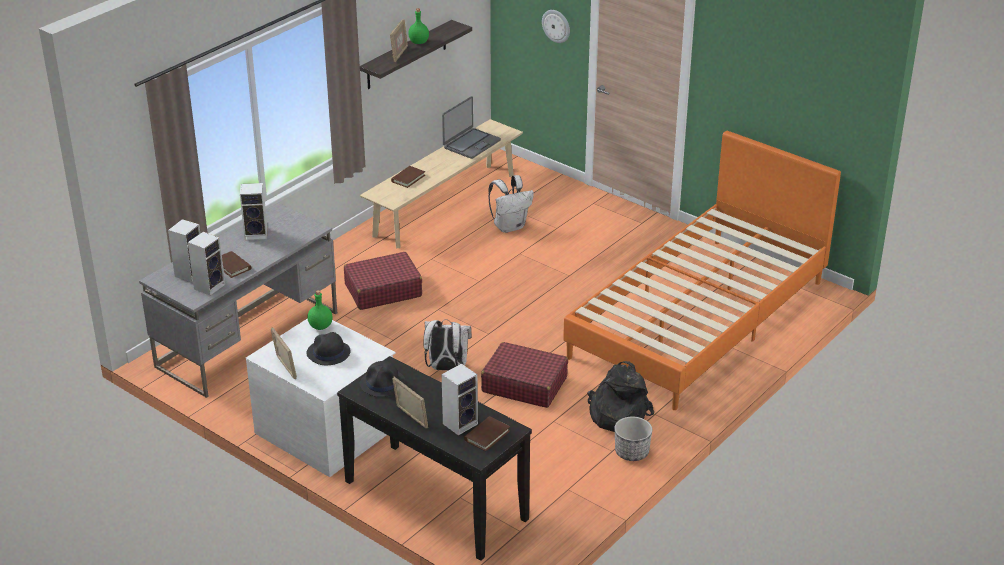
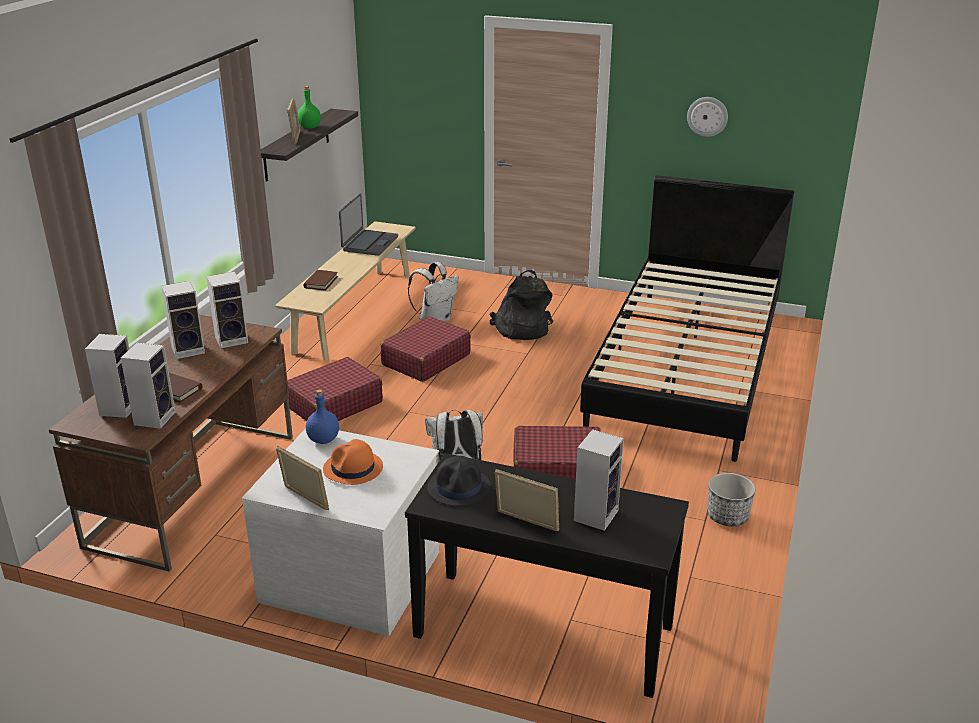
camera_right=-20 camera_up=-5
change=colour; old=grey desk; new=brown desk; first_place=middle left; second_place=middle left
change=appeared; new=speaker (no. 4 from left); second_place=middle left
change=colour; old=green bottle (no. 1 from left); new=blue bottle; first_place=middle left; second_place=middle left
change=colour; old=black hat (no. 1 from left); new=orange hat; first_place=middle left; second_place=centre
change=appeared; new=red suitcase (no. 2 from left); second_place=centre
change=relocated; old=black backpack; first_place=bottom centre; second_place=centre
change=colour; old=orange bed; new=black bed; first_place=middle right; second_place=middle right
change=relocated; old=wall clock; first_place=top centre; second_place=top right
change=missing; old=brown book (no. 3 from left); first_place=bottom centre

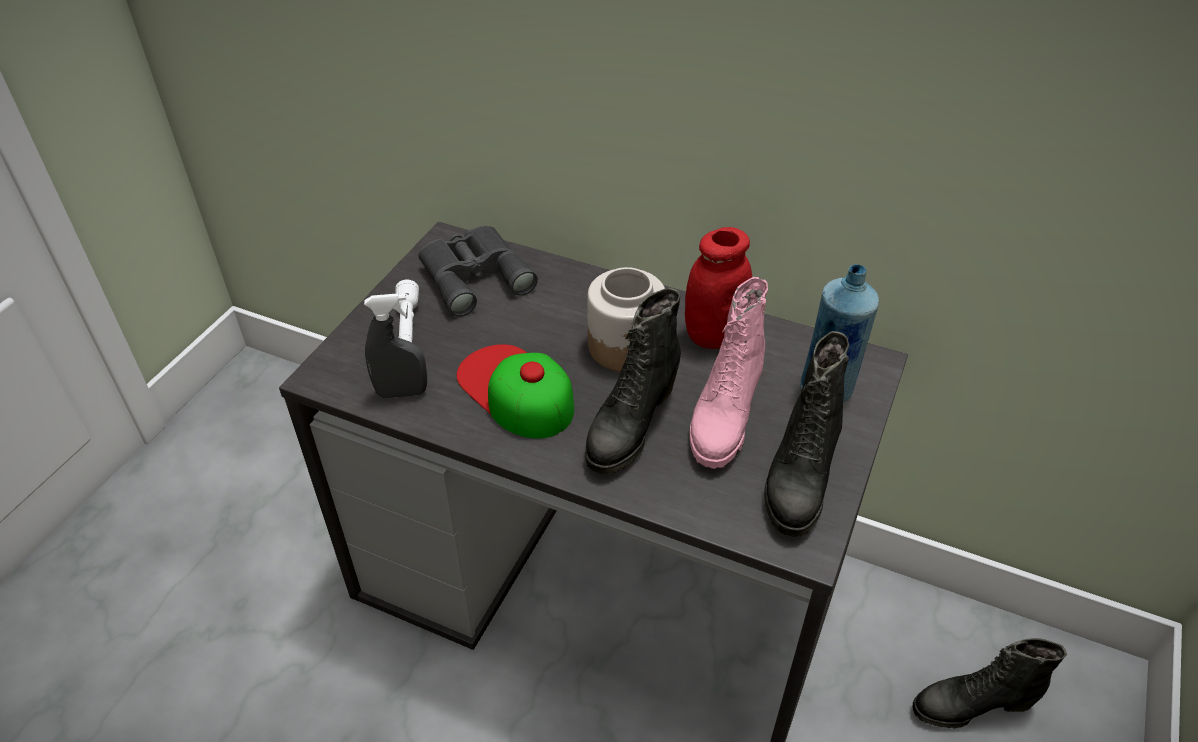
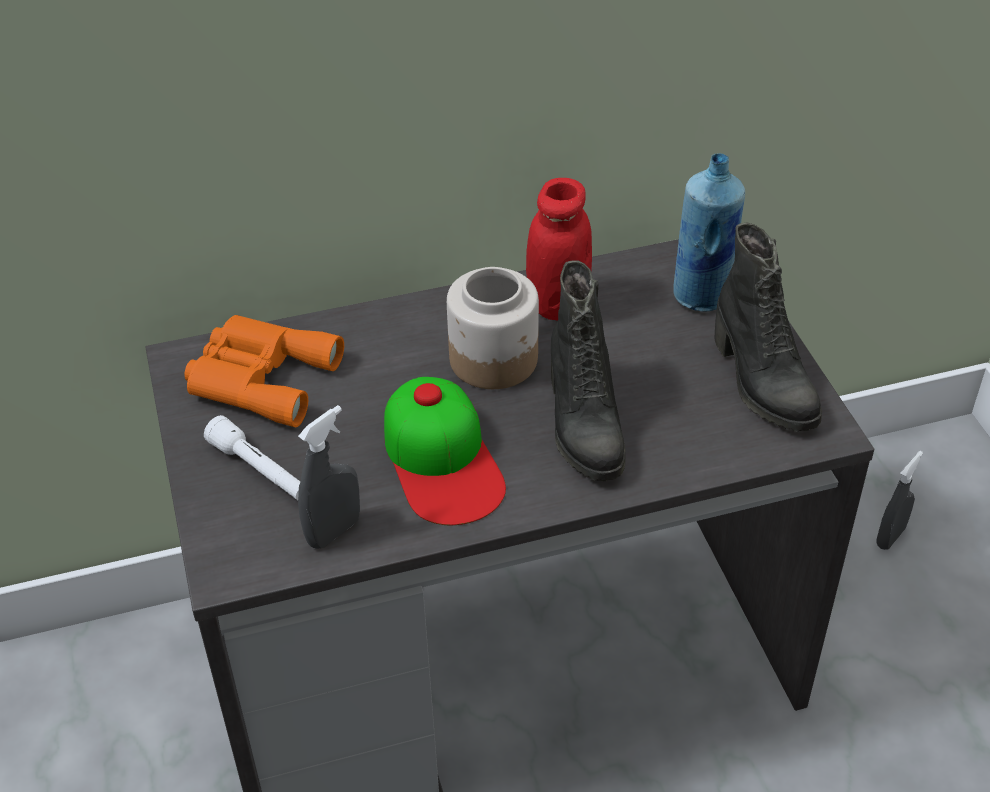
camera_right=-40 camera_up=0
change=colour; old=grey binoculars; new=orange binoculars; first_place=centre; second_place=middle left
change=spun; old=cap; first_place=centre; second_place=centre; degrees=-120
change=exchanged; old=black boot (no. 3 from left); new=grey spray bottle (no. 2 from left); first_place=bottom right; second_place=middle right
change=missing; old=pink boot; first_place=centre

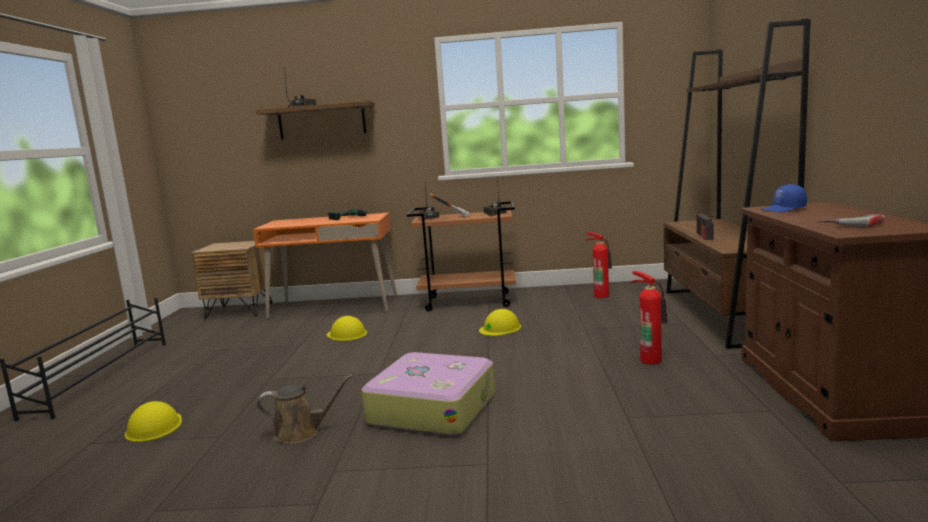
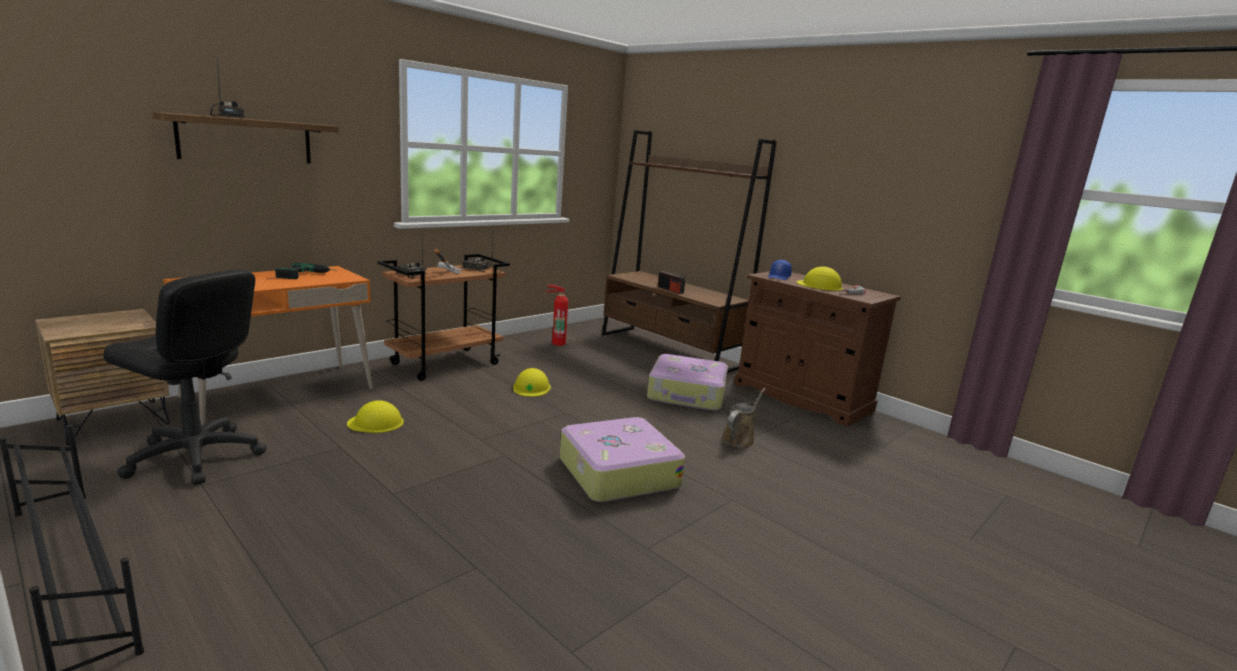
camera_right=-50 camera_up=5
change=appeared; new=black office chair; second_place=middle left
change=exchanged; old=fire extinguisher (no. 2 from left); new=suitcase (no. 2 from left); first_place=middle right; second_place=centre
change=relocated; old=brown watering can; first_place=bottom left; second_place=centre
change=relocated; old=yellow hard hat (no. 1 from left in the first image); new=yellow hard hat (no. 3 from left); first_place=bottom left; second_place=centre

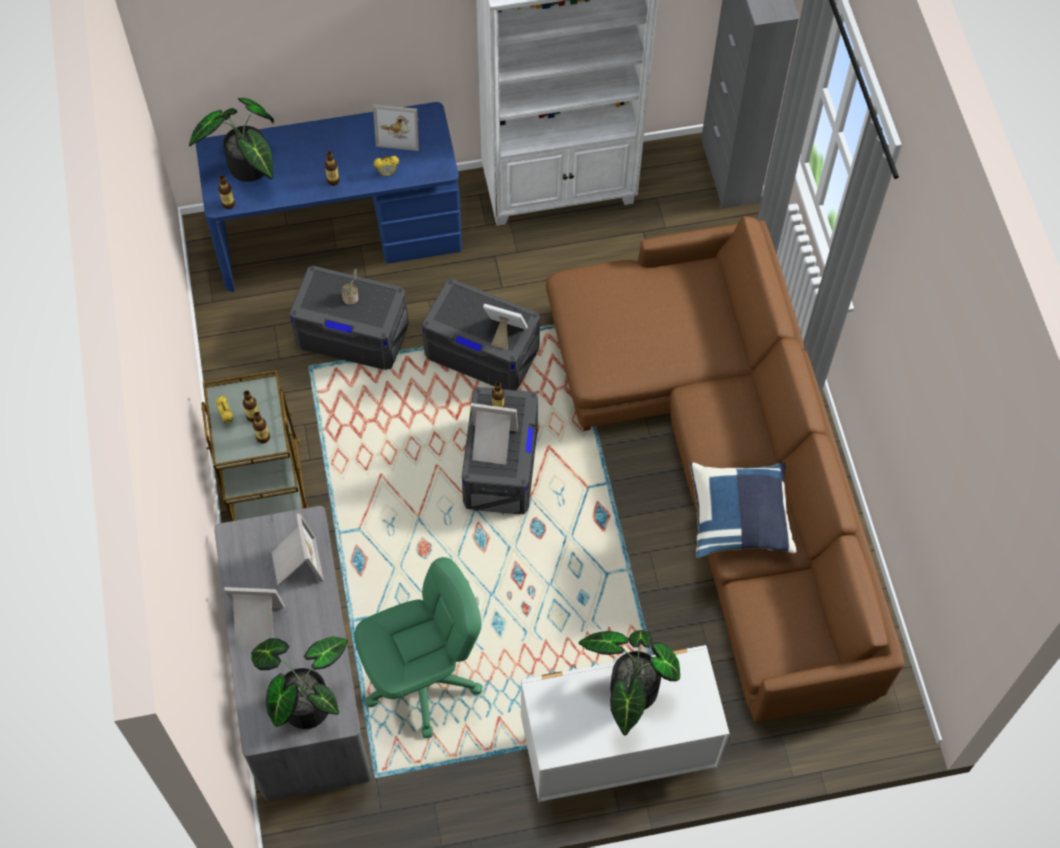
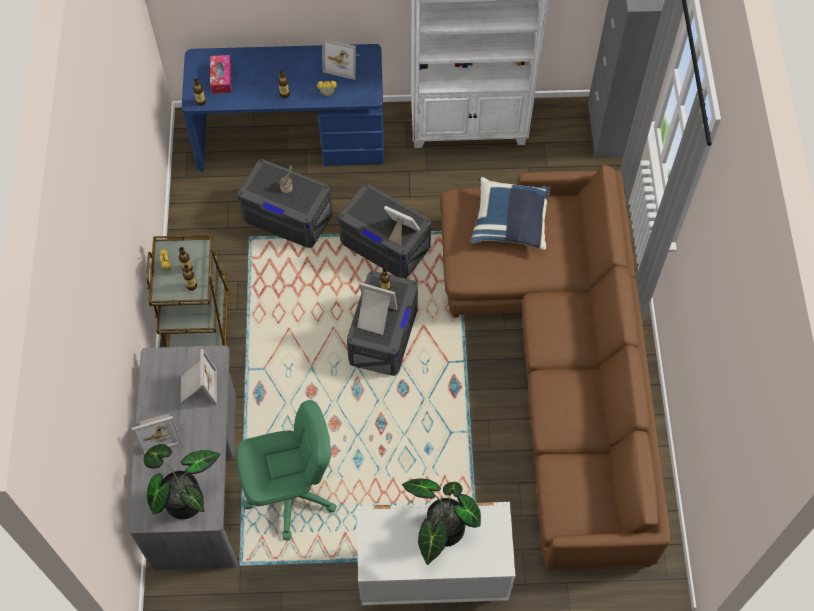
camera_right=10 camera_up=0
change=spun; old=picture frame (no. 1 from left); first_place=bottom left; second_place=bottom left; degrees=150
change=exchanged; old=potted plant (no. 1 from left); new=tissue box; first_place=top left; second_place=top left
change=relocated; old=blue pillow; first_place=middle right; second_place=centre

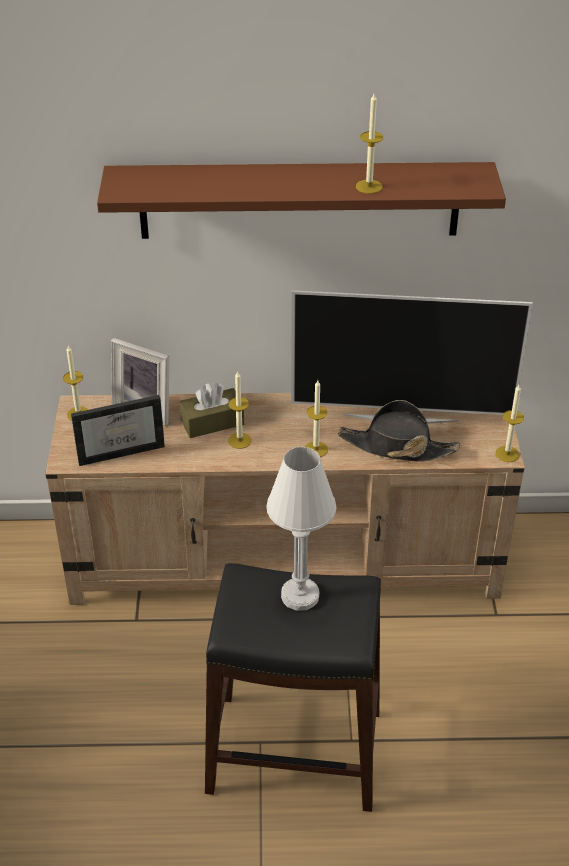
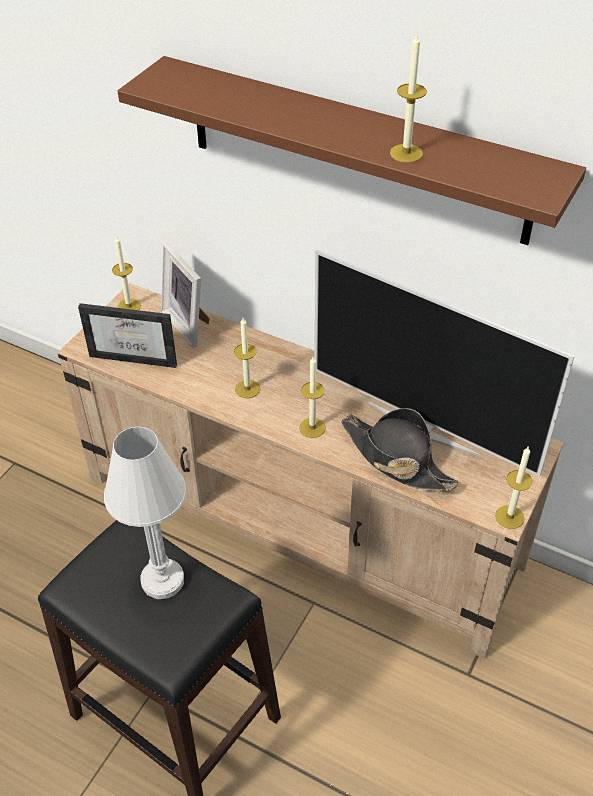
camera_right=30 camera_up=5
change=missing; old=brown tissue box; first_place=centre

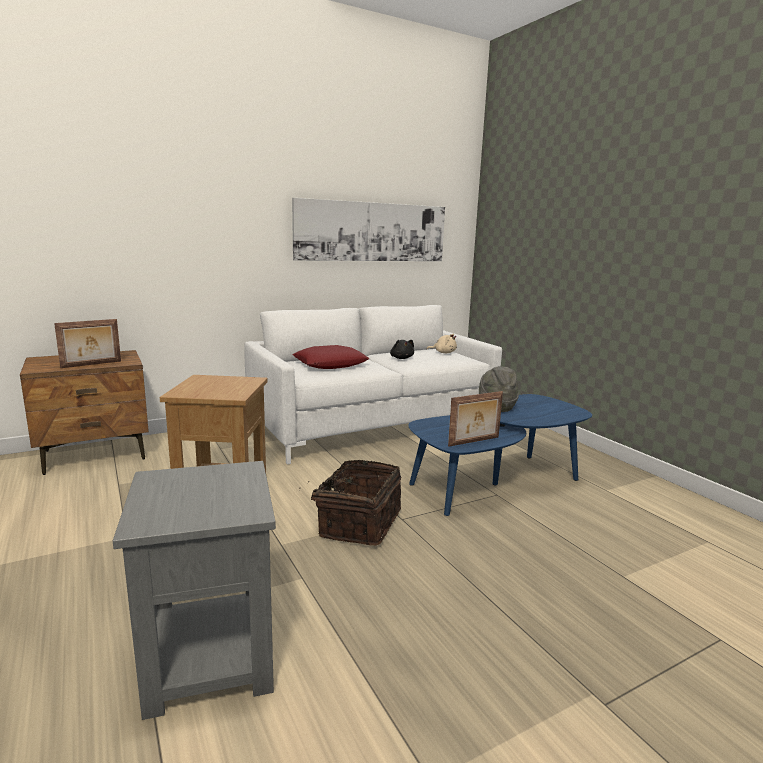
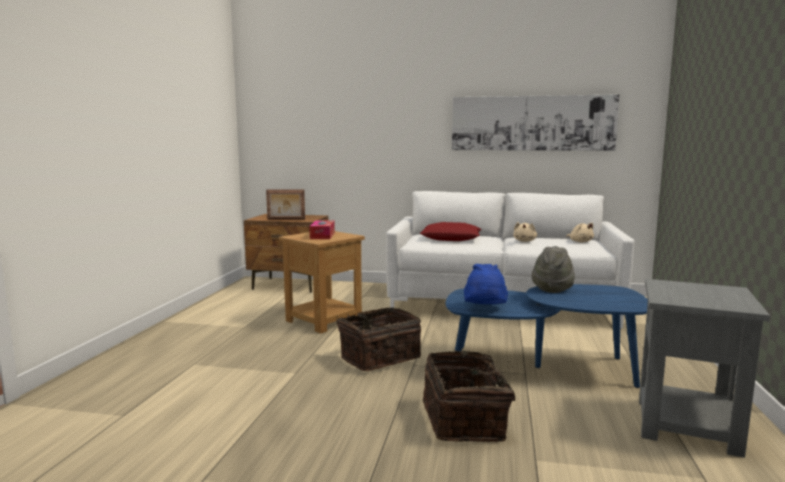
camera_right=40 camera_up=-5
change=appeared; new=tissue box; second_place=centre
change=appeared; new=basket (no. 2 from left); second_place=bottom centre
change=exchanged; old=picture frame (no. 2 from left); new=blue hat; first_place=centre; second_place=centre
change=colour; old=black plush toy; new=beige plush toy (no. 1 from left); first_place=centre; second_place=middle right
change=relocated; old=grey side table; first_place=bottom left; second_place=bottom right

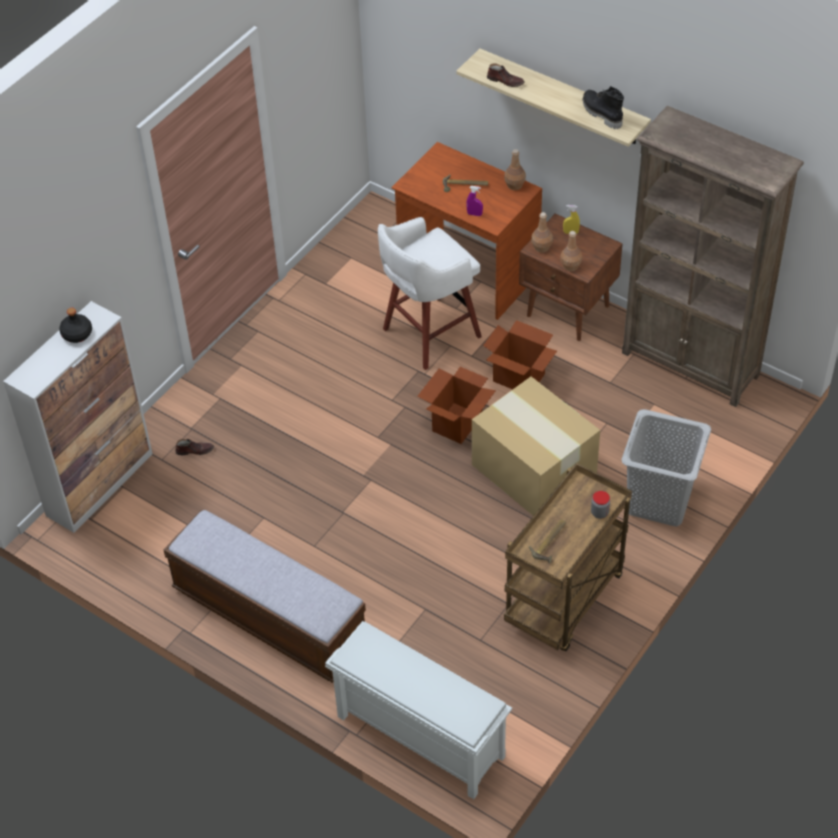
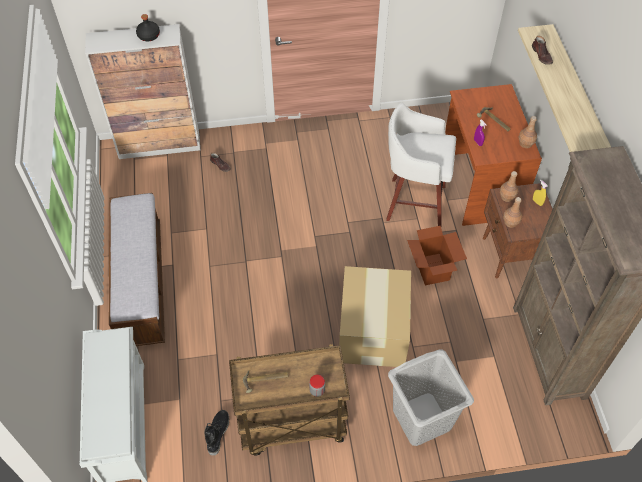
camera_right=45 camera_up=5
change=relocated; old=black boot; first_place=top right; second_place=bottom centre
change=missing; old=cardboard box (no. 1 from left); first_place=centre

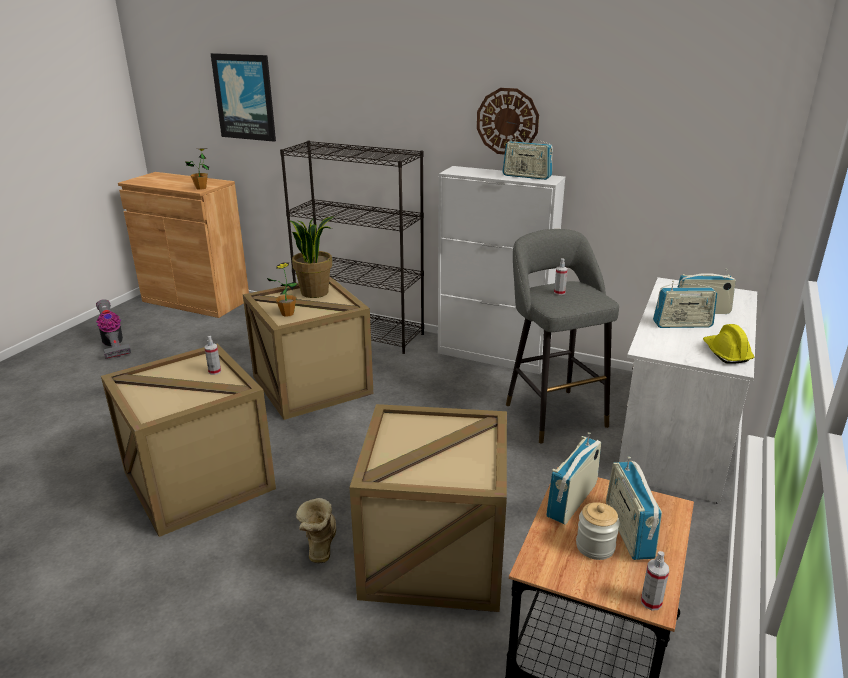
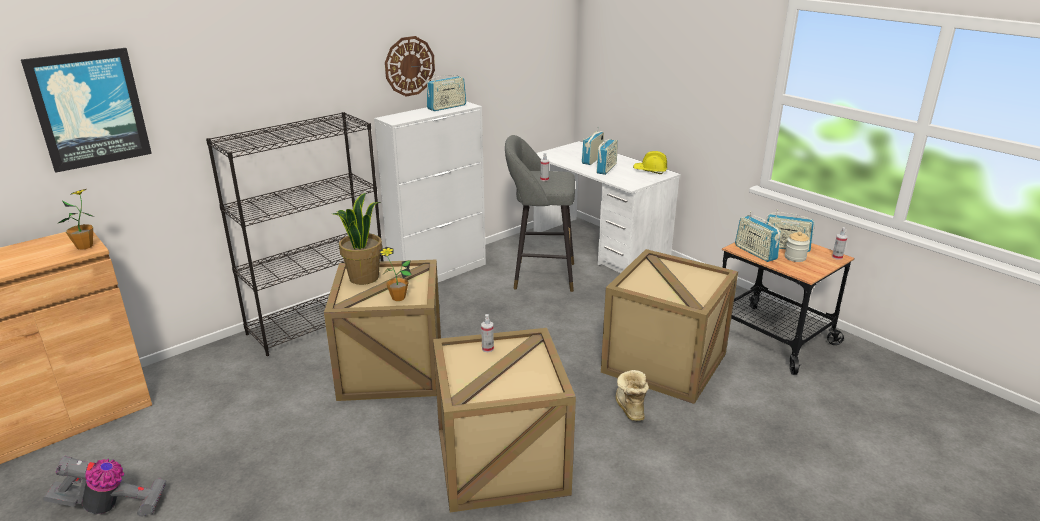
camera_right=-65 camera_up=0
change=spun; old=boot; first_place=bottom centre; second_place=bottom centre; degrees=60

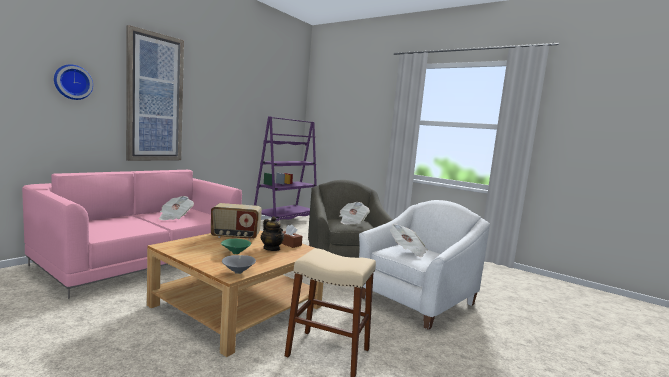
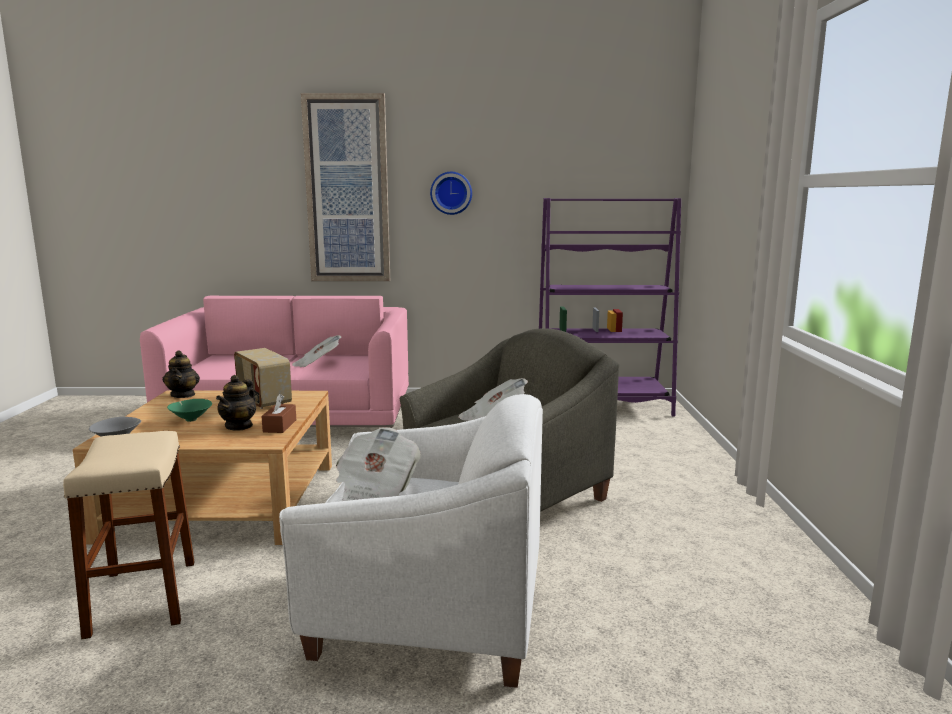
camera_right=55 camera_up=5
change=appeared; new=teapot (no. 1 from left); second_place=middle left
change=relocated; old=wall clock; first_place=top left; second_place=top centre

